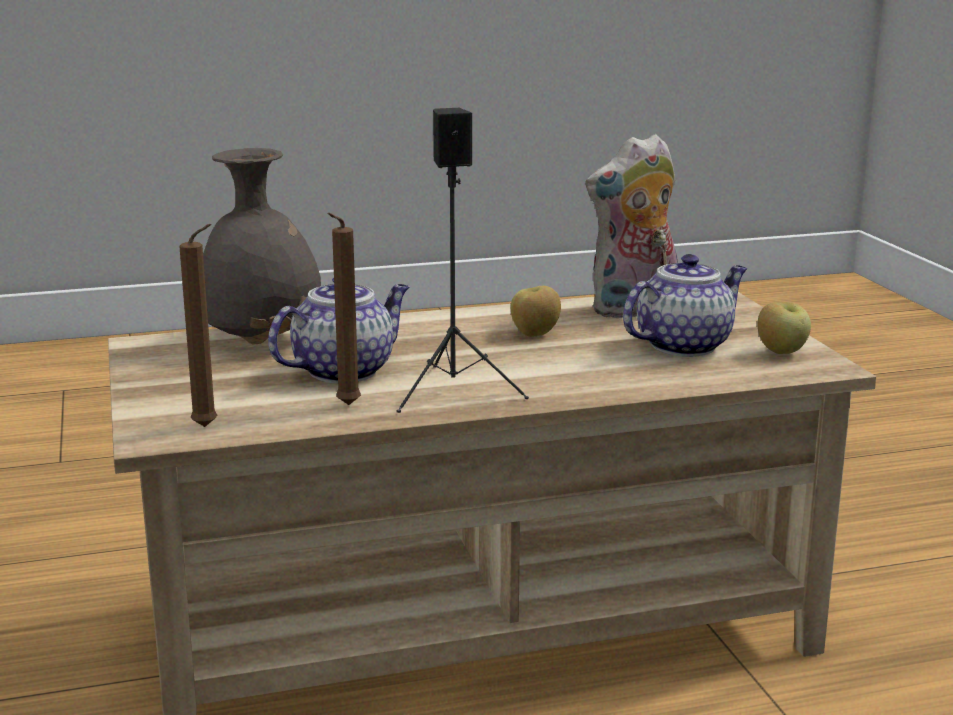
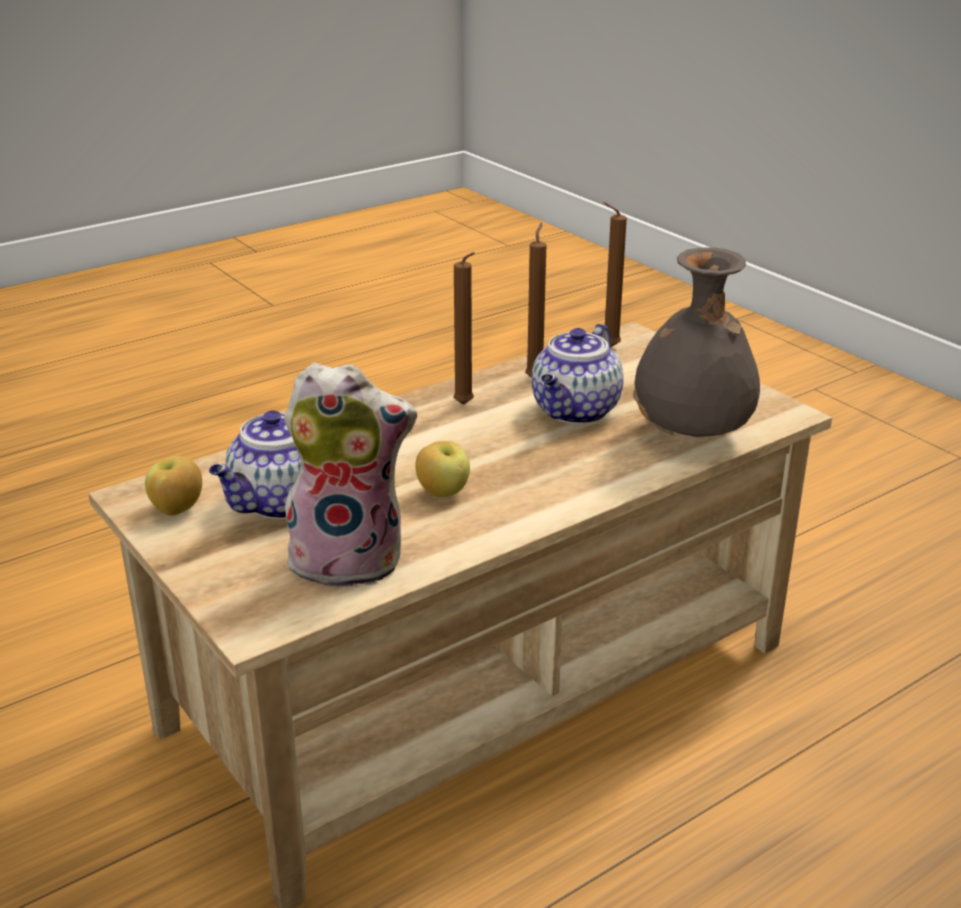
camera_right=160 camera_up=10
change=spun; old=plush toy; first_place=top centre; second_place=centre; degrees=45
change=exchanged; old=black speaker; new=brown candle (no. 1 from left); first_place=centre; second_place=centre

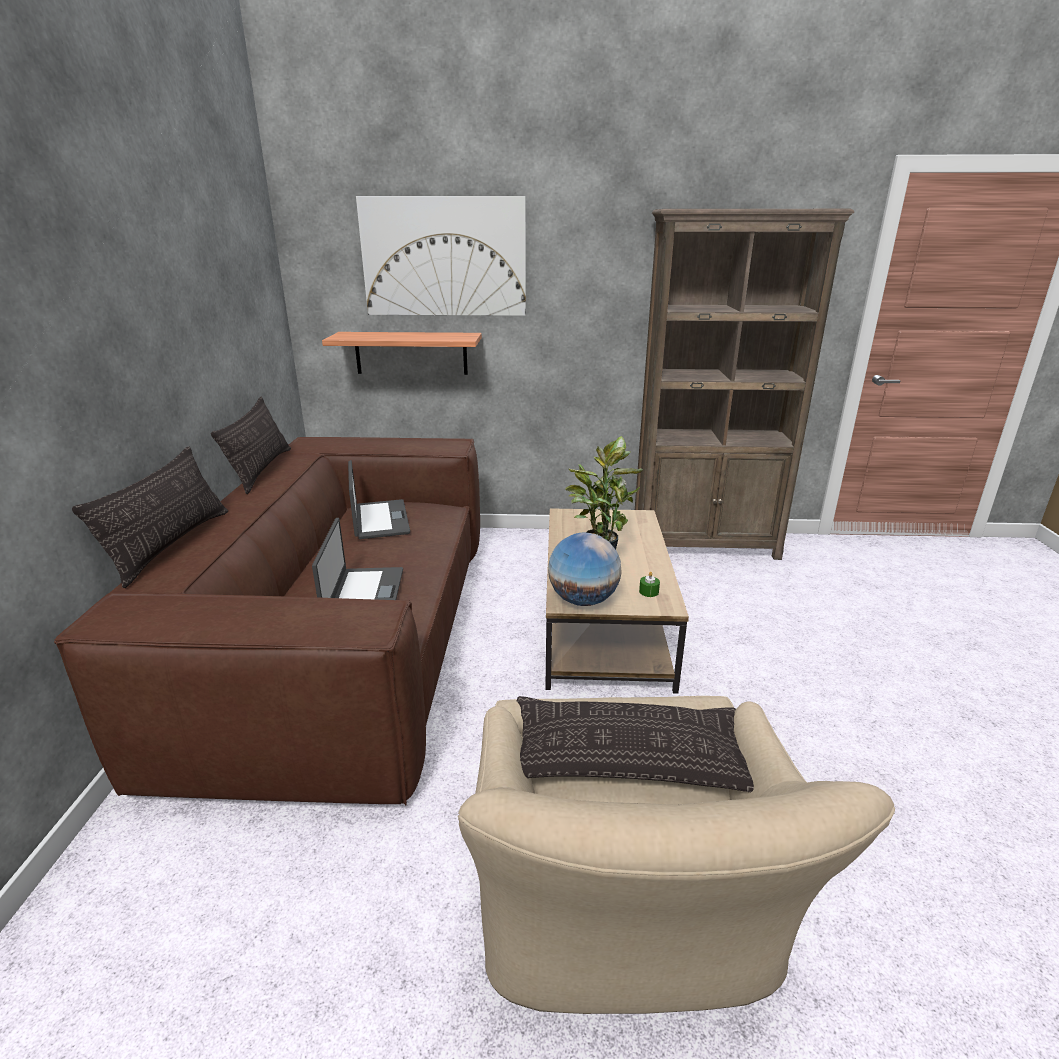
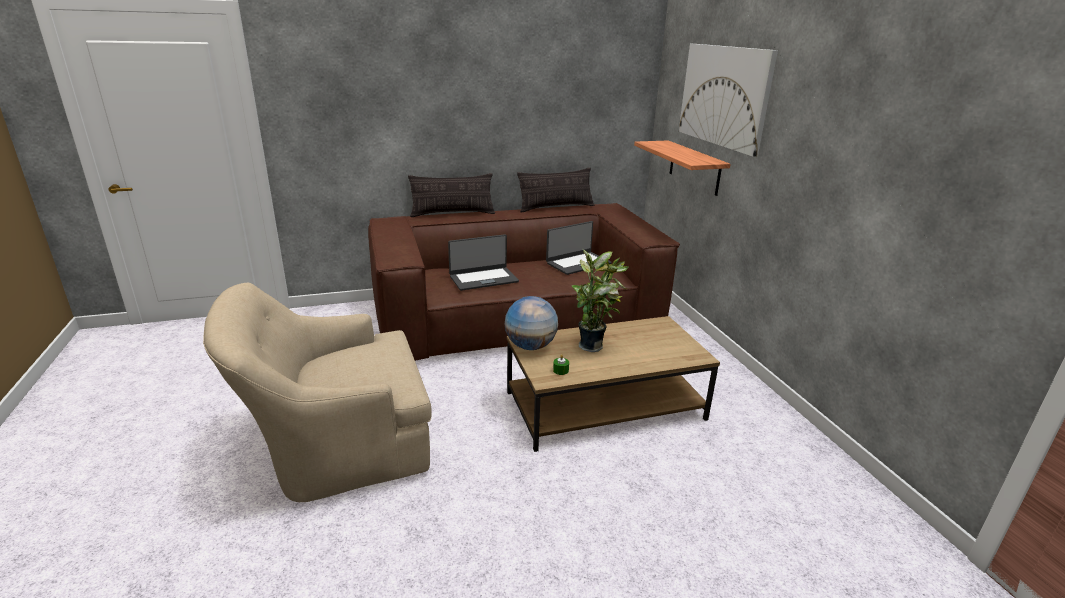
camera_right=70 camera_up=0
change=missing; old=pillow (no. 3 from left); first_place=bottom centre
change=missing; old=brown bookcase; first_place=middle right

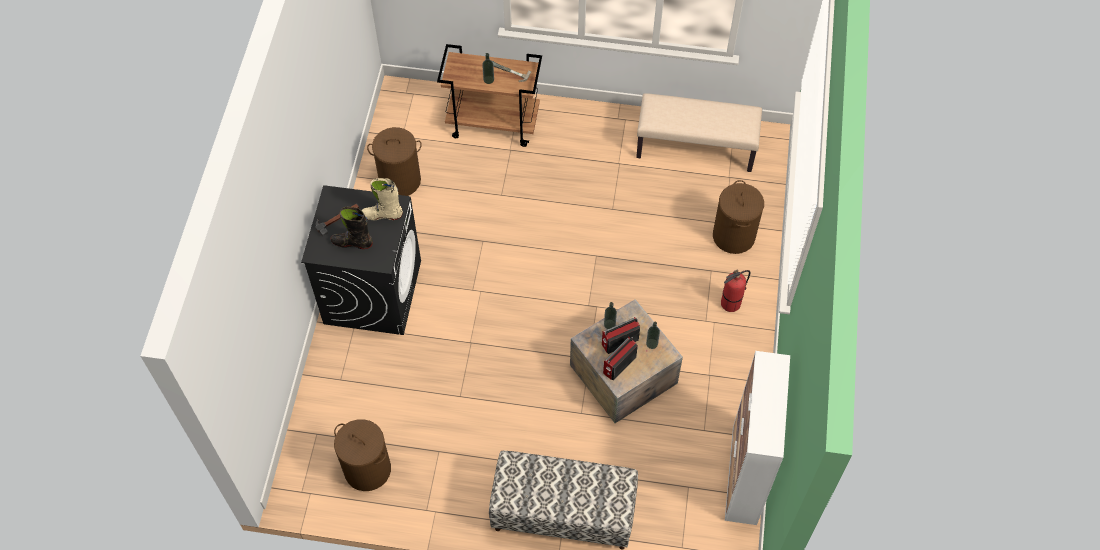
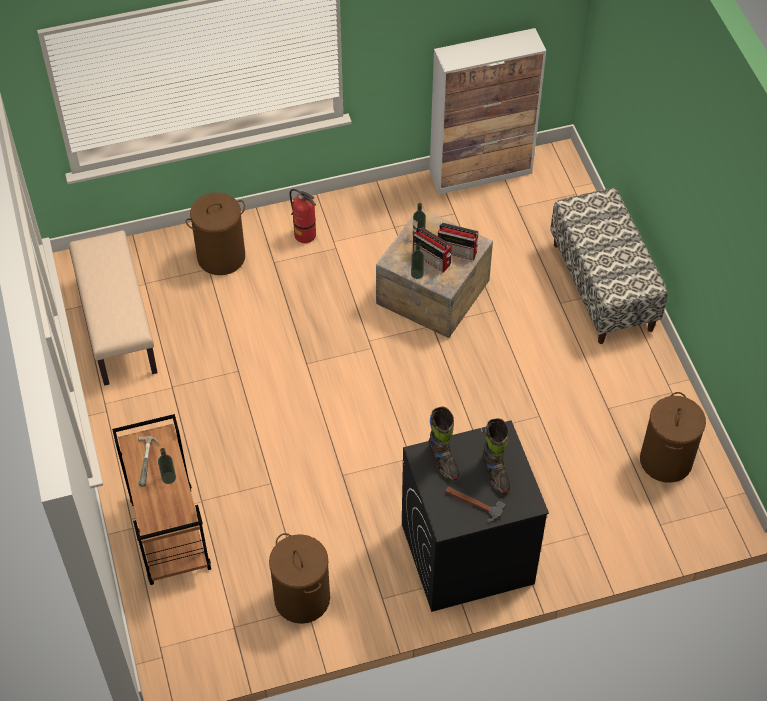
camera_right=-115 camera_up=-5
change=colour; old=beige boot; new=black boot (no. 1 from left); first_place=centre; second_place=centre

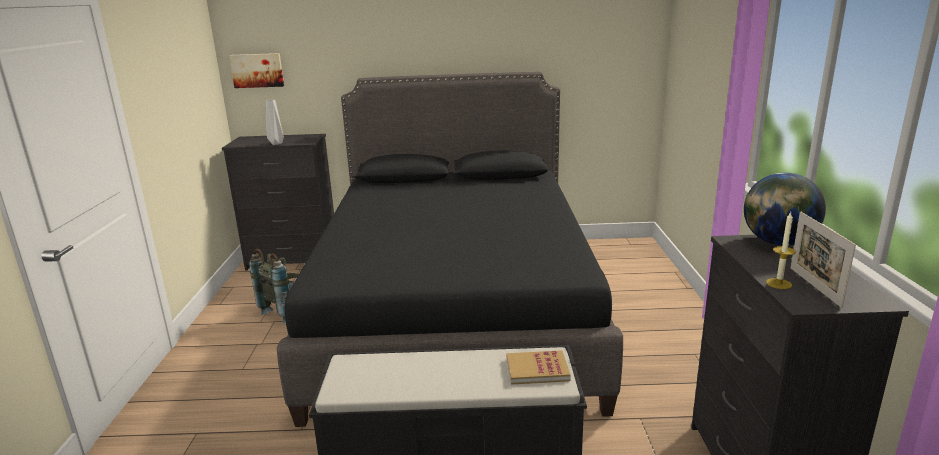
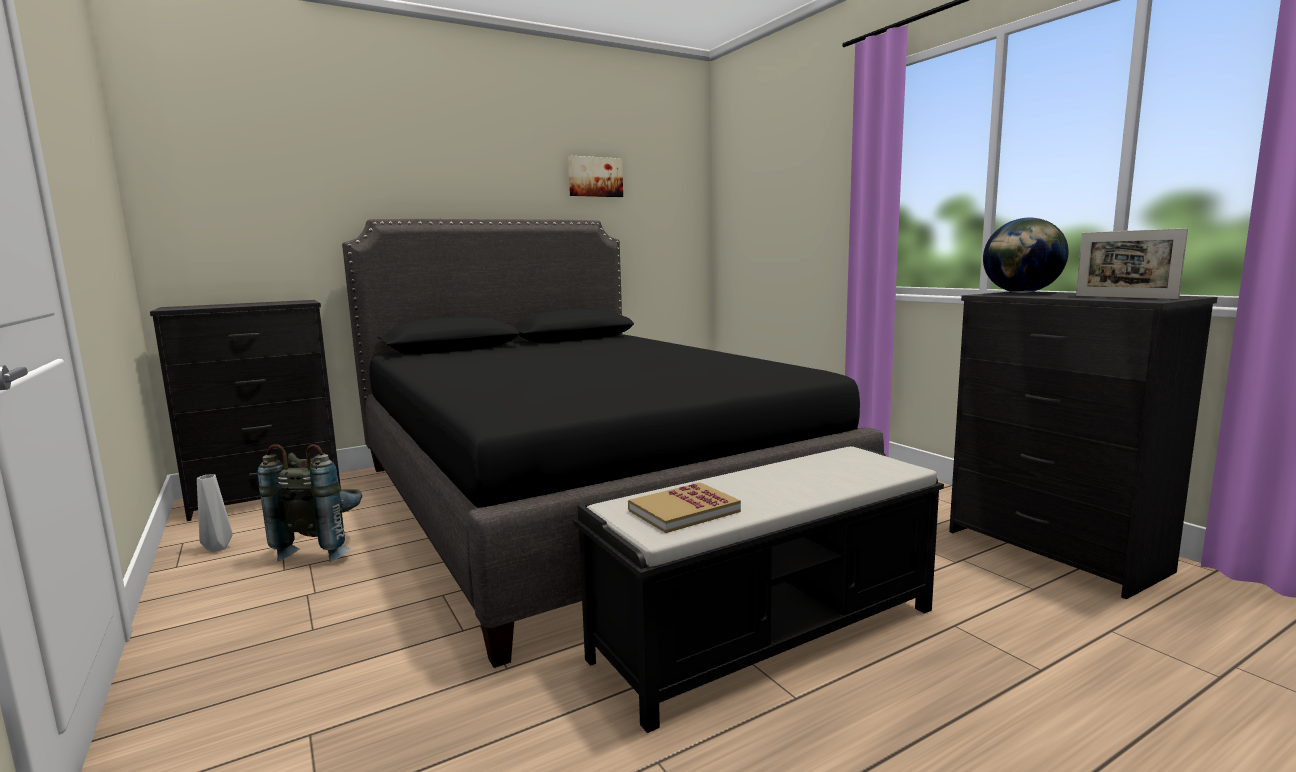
camera_right=-30 camera_up=-10
change=relocated; old=grey vase; first_place=top left; second_place=middle left
change=relocated; old=picture; first_place=top left; second_place=top centre
change=relocated; old=book; first_place=bottom centre; second_place=centre
change=missing; old=candle; first_place=middle right

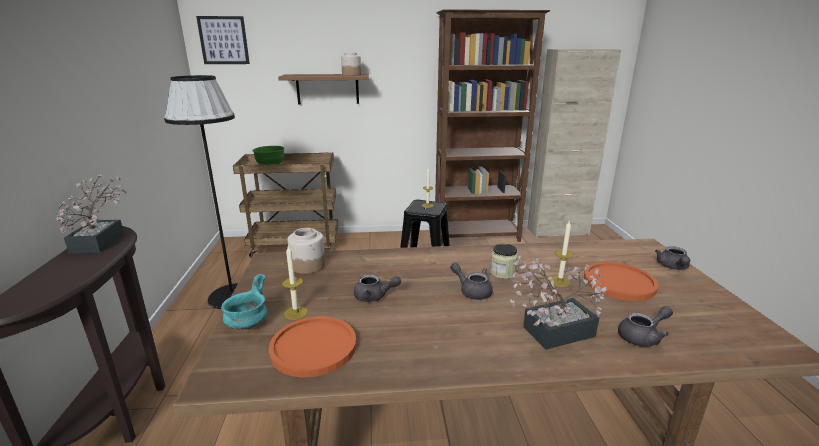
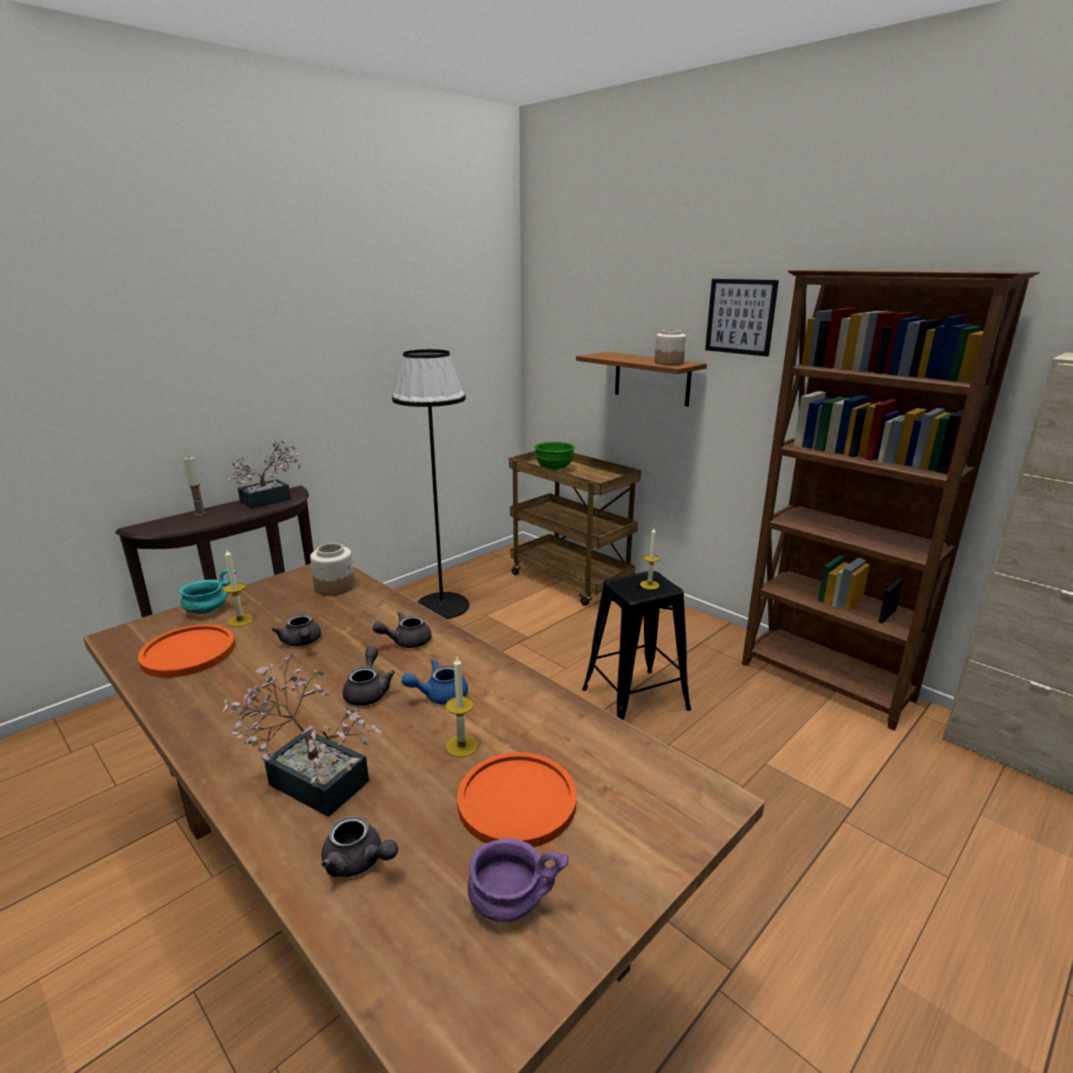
camera_right=50 camera_up=0
change=appeared; new=candle (no. 1 from left); second_place=middle left
change=relocated; old=grey teapot (no. 4 from left); first_place=middle right; second_place=centre
change=exchanged; old=jar (no. 3 from left); new=blue teapot; first_place=centre; second_place=centre
change=appeared; new=purple bowl; second_place=bottom centre
change=relocated; old=picture; first_place=top left; second_place=top right

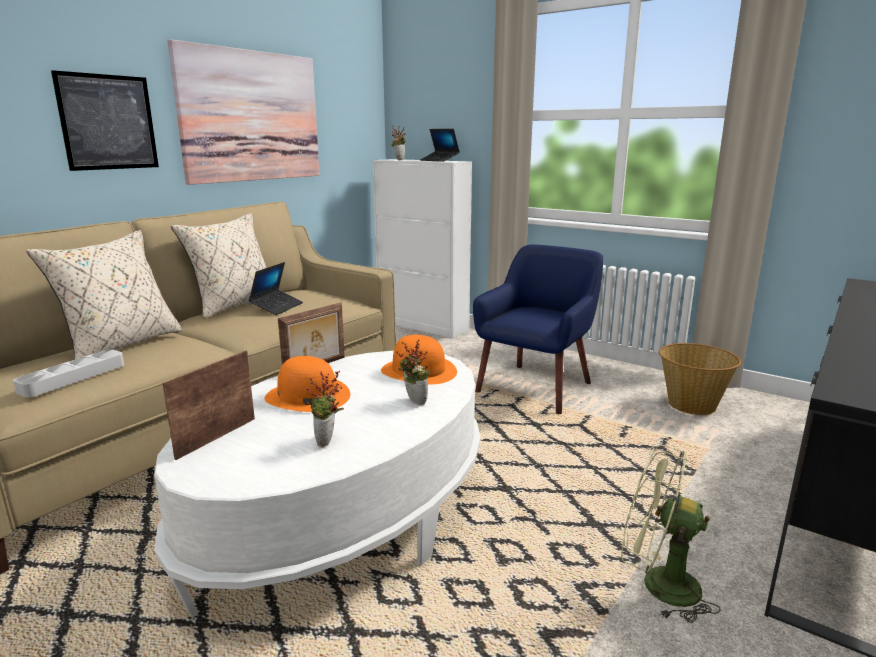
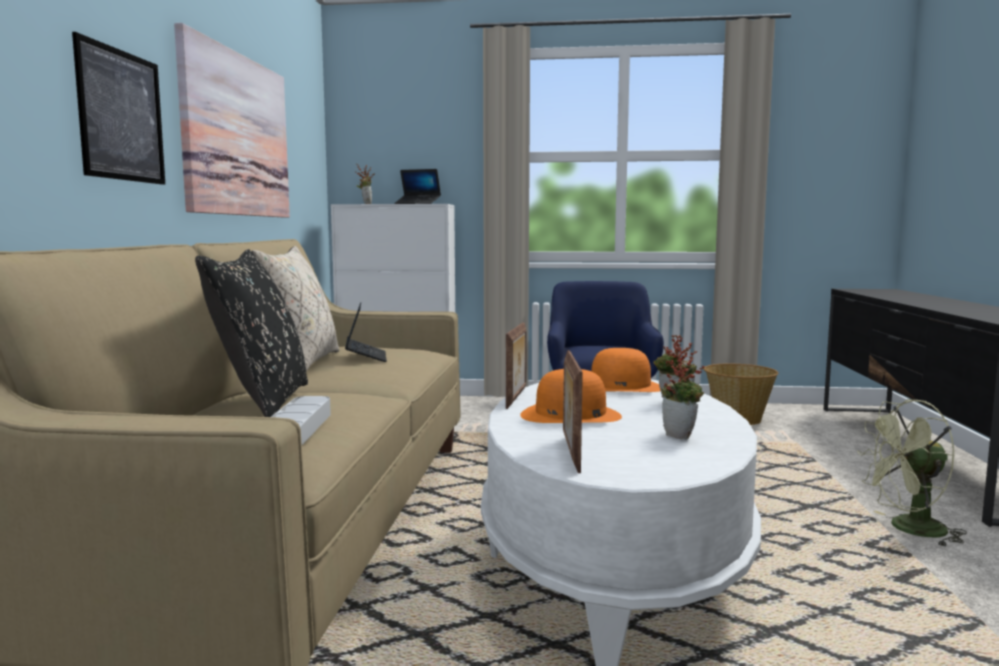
camera_right=-30 camera_up=-10
change=colour; old=beige pillow (no. 1 from left); new=black pillow; first_place=middle left; second_place=middle left

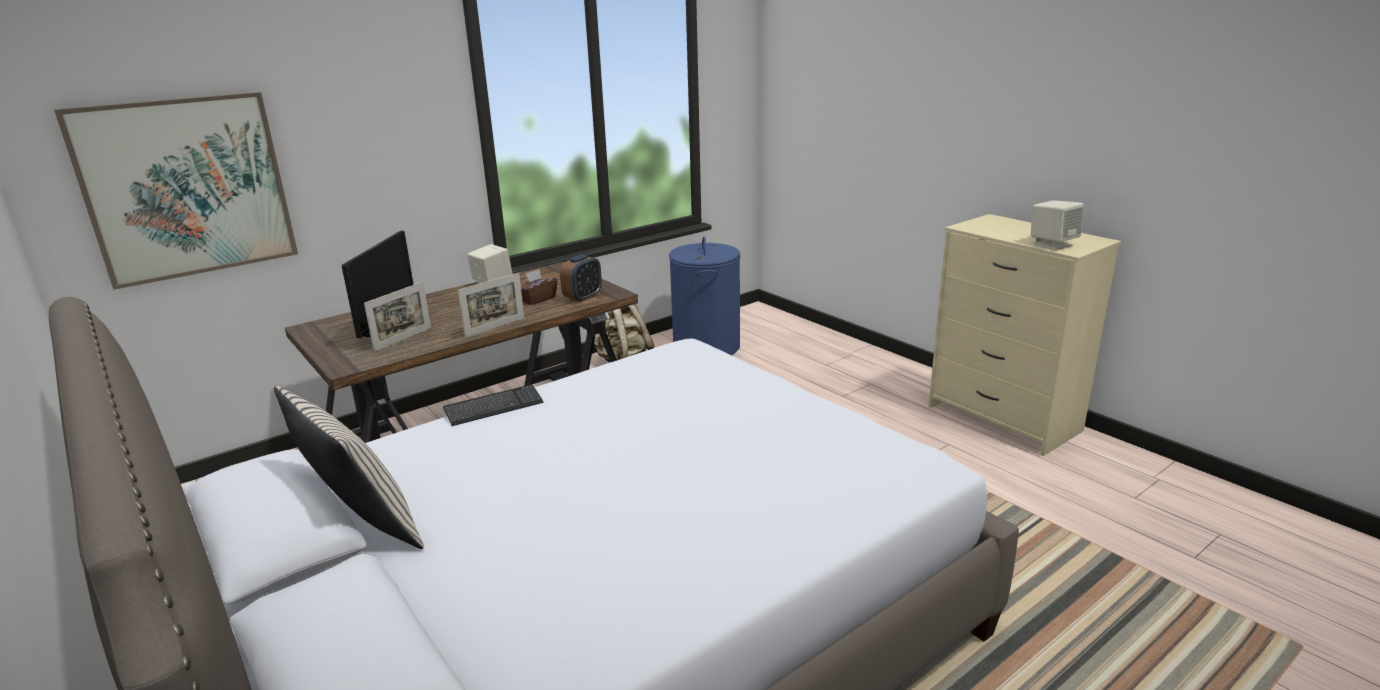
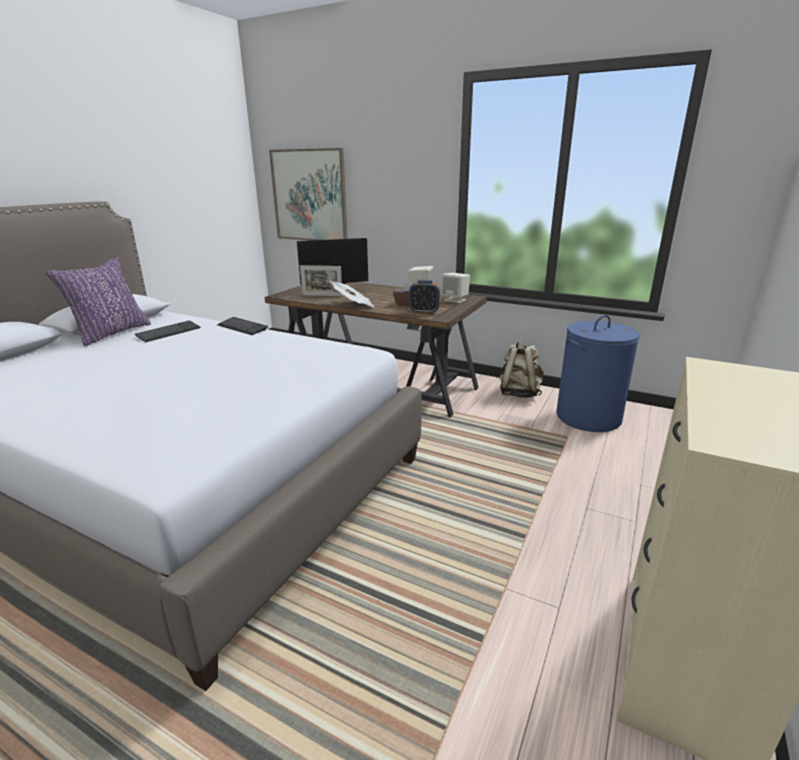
camera_right=65 camera_up=0
change=colour; old=beige pillow; new=purple pillow; first_place=bottom left; second_place=middle left
change=appeared; new=keyboard (no. 1 from left); second_place=middle left
change=exchanged; old=picture frame (no. 2 from left); new=newspaper; first_place=centre; second_place=centre
change=relocated; old=beige speaker (no. 2 from left); first_place=top right; second_place=centre

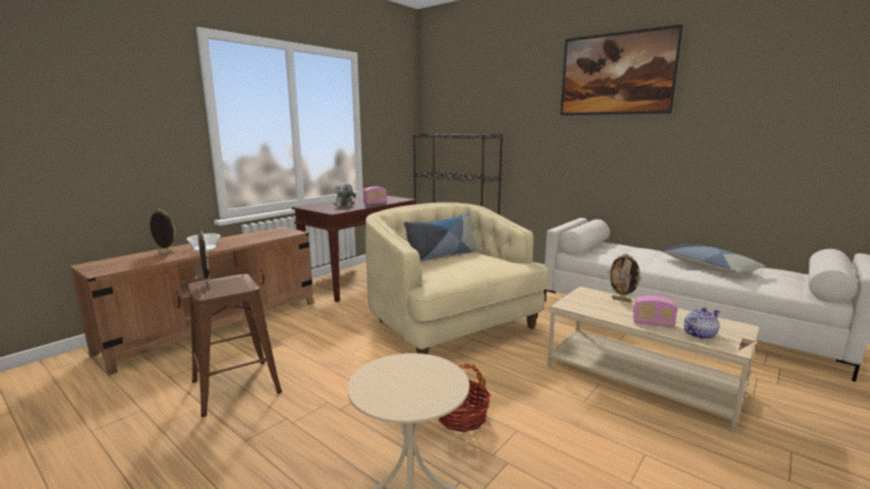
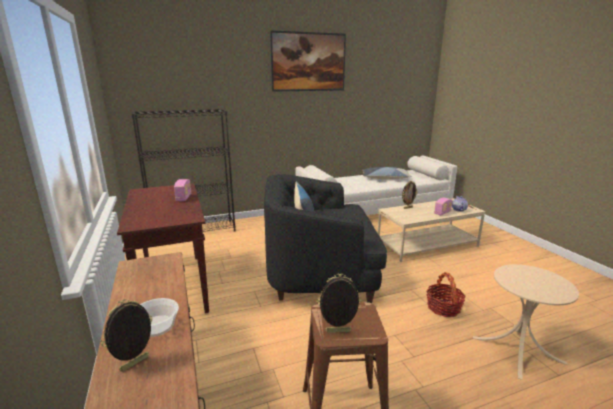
camera_right=-60 camera_up=5
change=colour; old=beige armchair; new=black armchair; first_place=centre; second_place=centre
change=missing; old=plush toy; first_place=centre

